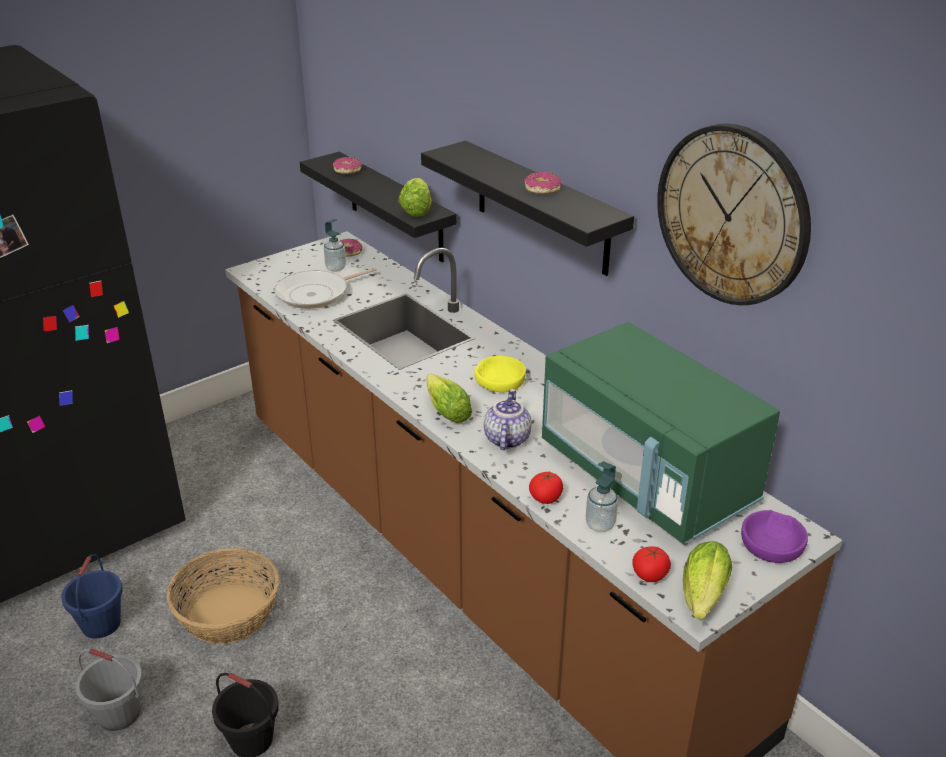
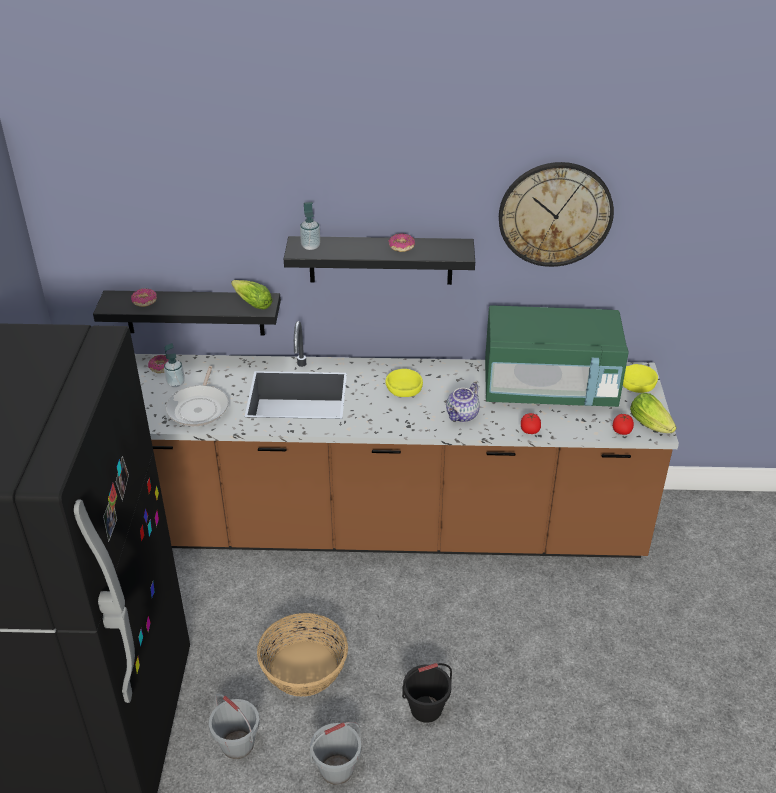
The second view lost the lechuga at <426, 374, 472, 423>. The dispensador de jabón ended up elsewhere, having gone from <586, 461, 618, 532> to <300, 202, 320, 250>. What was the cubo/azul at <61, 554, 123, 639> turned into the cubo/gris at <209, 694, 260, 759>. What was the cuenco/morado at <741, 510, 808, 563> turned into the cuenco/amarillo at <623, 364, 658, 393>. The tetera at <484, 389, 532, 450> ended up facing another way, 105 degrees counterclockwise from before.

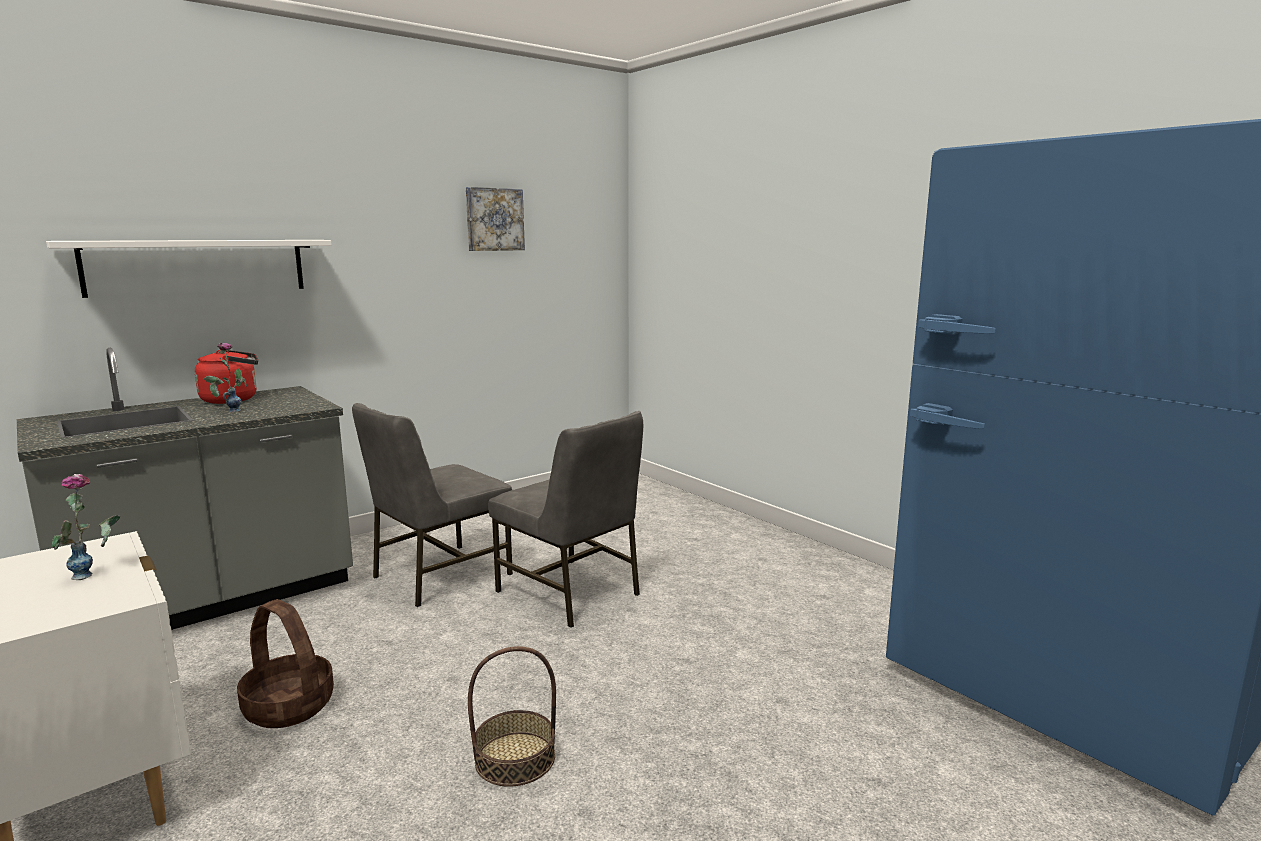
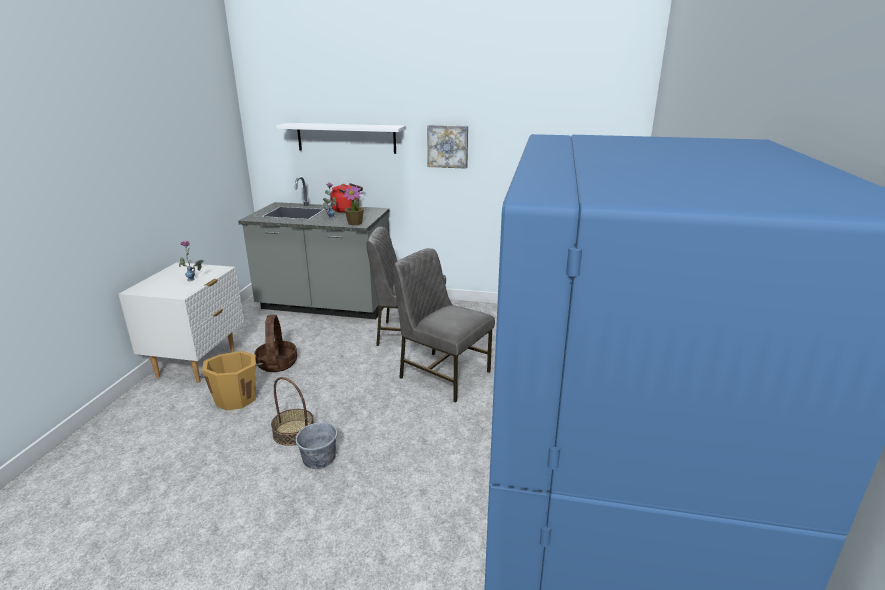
The second view gained the cubo/naranja at <198, 351, 263, 411>. The second view gained the cubo/gris at <295, 415, 338, 469>. The second view gained the planta en maceta at <343, 186, 364, 225>. The cuadro ended up elsewhere, having gone from <466, 187, 525, 251> to <427, 125, 468, 169>. The silla/gris at <488, 411, 643, 628> ended up facing another way, 120 degrees clockwise from before.

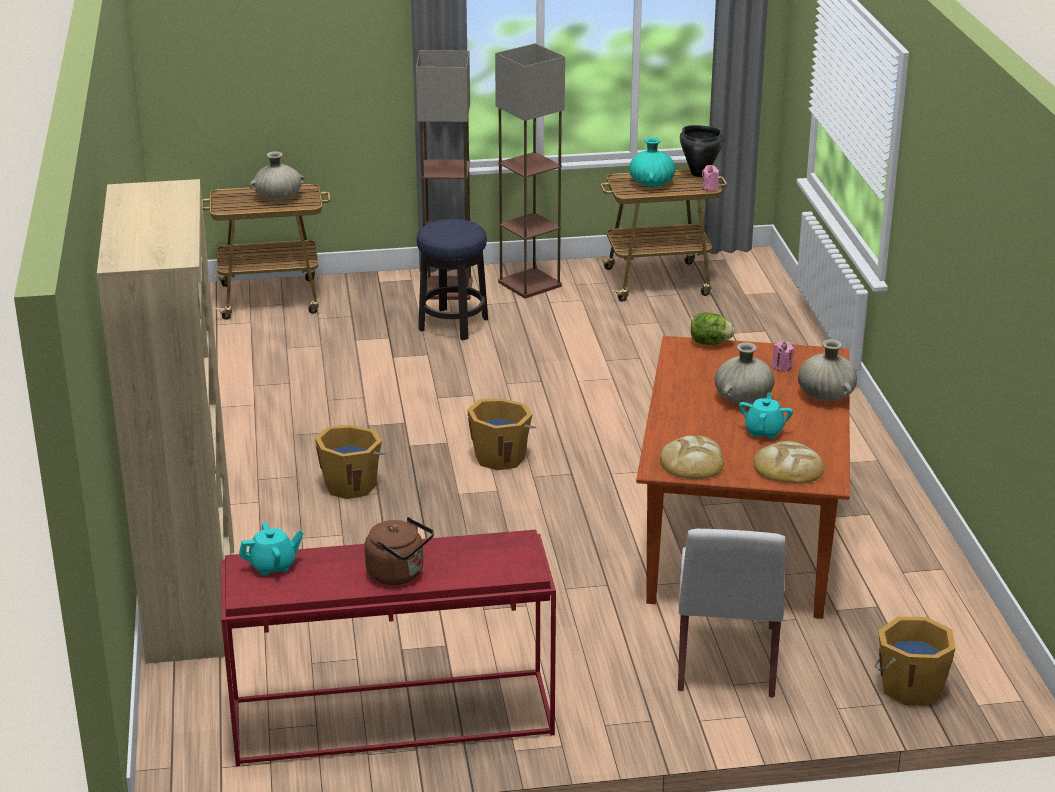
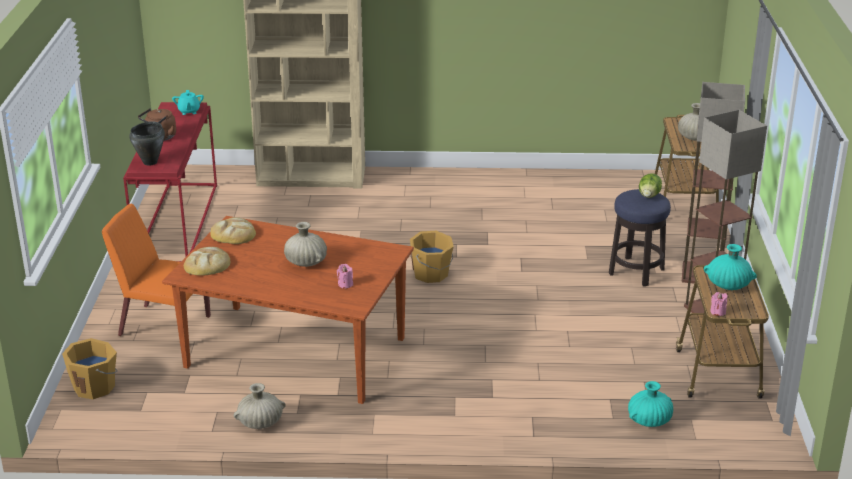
The second view lost the cubo/naranja at <315, 425, 386, 499>. The second view lost the tetera/turquesa at <739, 393, 793, 439>. The second view gained the florero/turquesa at <628, 381, 673, 427>. The olla/negro ended up elsewhere, having gone from <680, 125, 724, 177> to <130, 121, 165, 165>. The lechuga ended up elsewhere, having gone from <691, 312, 735, 345> to <639, 173, 662, 198>. The florero/beis ended up elsewhere, having gone from <798, 339, 857, 401> to <233, 383, 286, 429>. What was the silla/blanco at <678, 529, 786, 698> turned into the silla/naranja at <102, 204, 211, 336>.

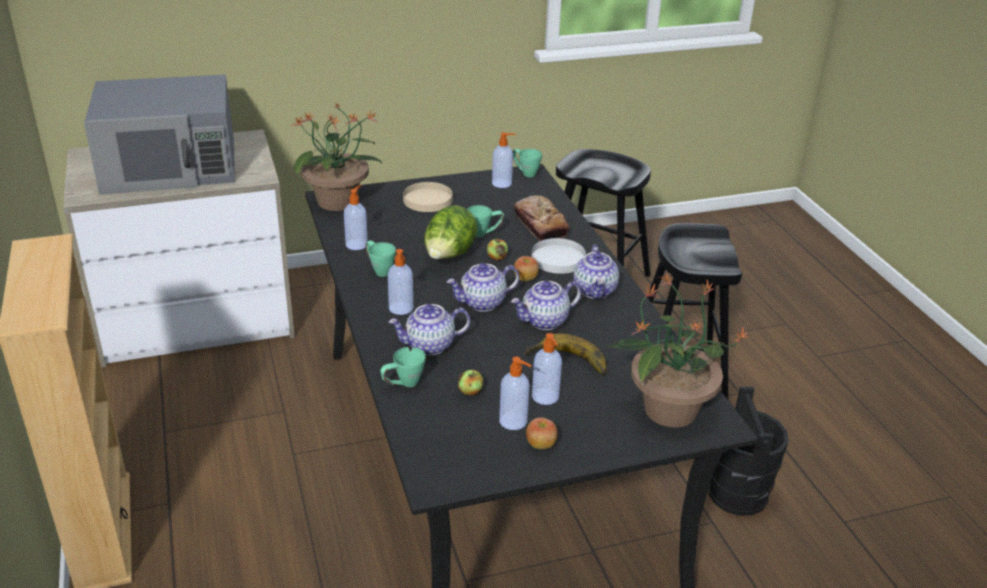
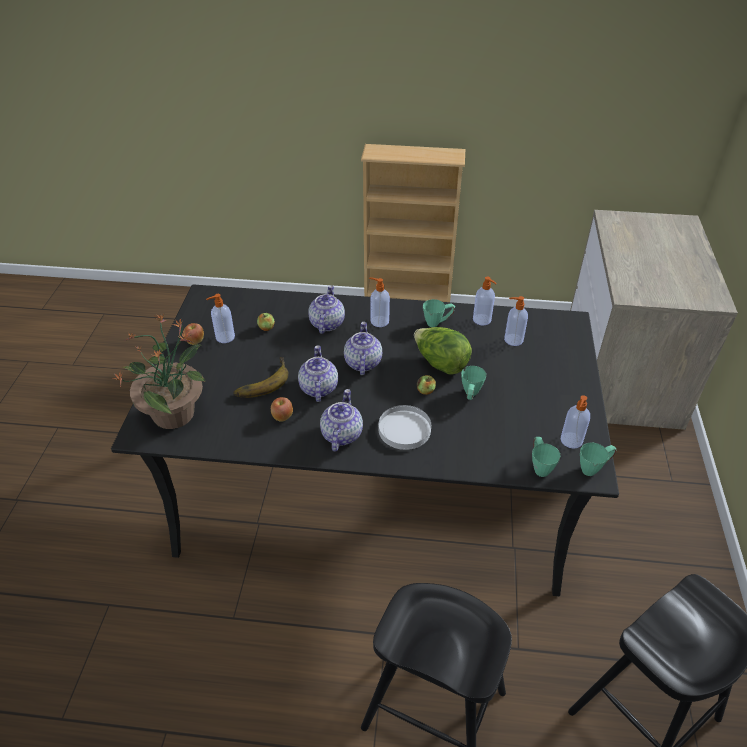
The second view lost the microondas/gris at <84, 74, 235, 195>. The second view lost the planta en maceta at <290, 102, 383, 211>. The second view lost the plato/beis at <403, 182, 453, 212>. The second view lost the pan at <513, 195, 570, 241>. The second view lost the cubo/negro at <709, 387, 788, 516>. The taza grande/verde ended up elsewhere, having gone from <380, 347, 426, 387> to <532, 437, 561, 477>. The manzana ended up elsewhere, having gone from <514, 256, 539, 282> to <271, 397, 293, 422>. The dispensador de jabón ended up elsewhere, having gone from <532, 333, 562, 405> to <504, 296, 528, 346>. The tetera at <573, 245, 619, 299> ended up facing another way, 75 degrees clockwise from before.

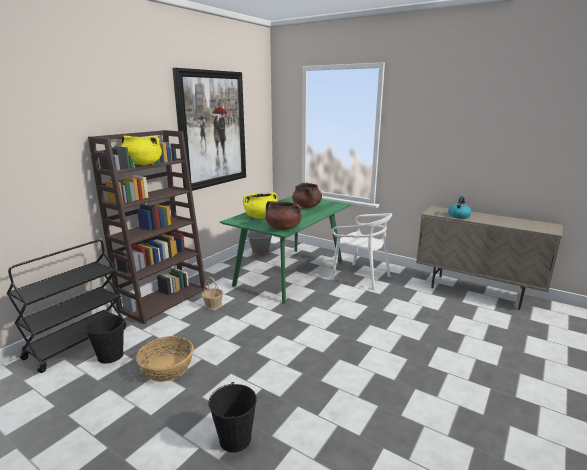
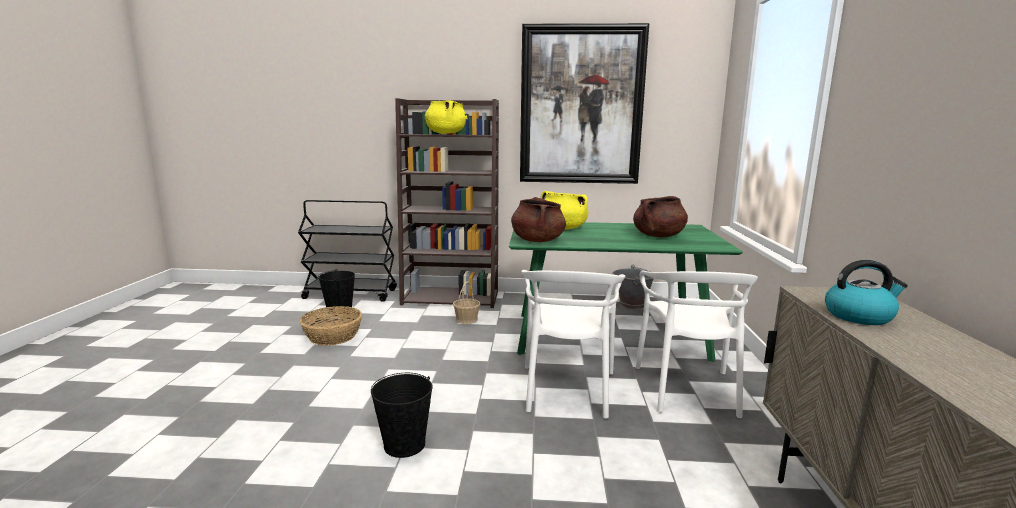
The second view gained the silla/blanco at <521, 270, 625, 419>. The cubo/negro ended up elsewhere, having gone from <208, 382, 257, 453> to <371, 373, 433, 458>.

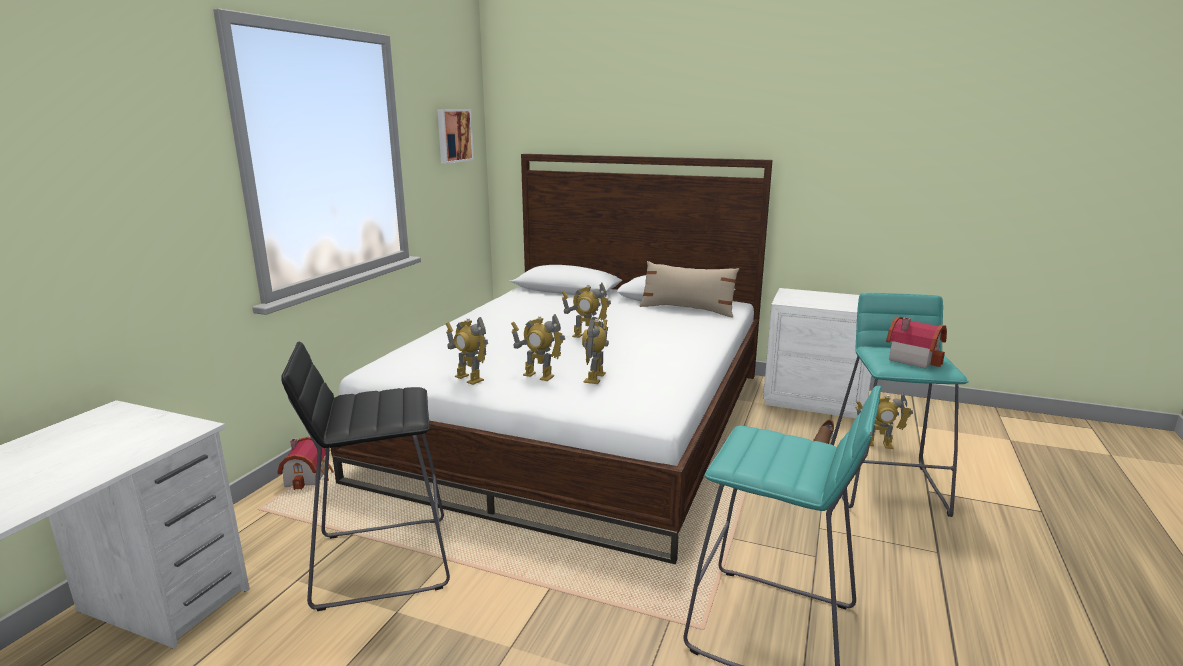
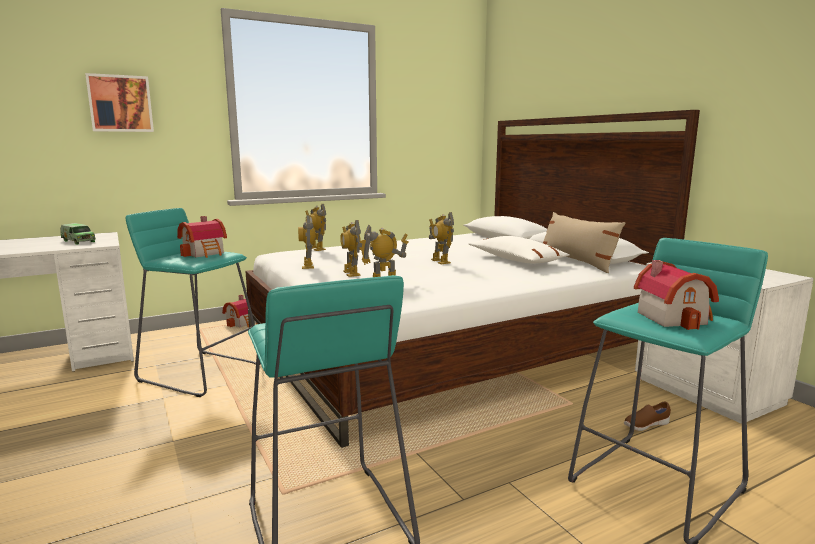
The second view gained the camión de juguete at <60, 223, 96, 244>. The second view gained the casita at <177, 216, 227, 258>. The second view gained the cojín/blanco at <469, 236, 570, 263>. The cuadro ended up elsewhere, having gone from <437, 109, 474, 164> to <85, 73, 154, 132>. The robot de juguete ended up elsewhere, having gone from <855, 393, 913, 449> to <305, 204, 326, 251>. What was the taburete/negro at <281, 342, 450, 611> turned into the taburete/turquesa at <126, 208, 261, 397>.

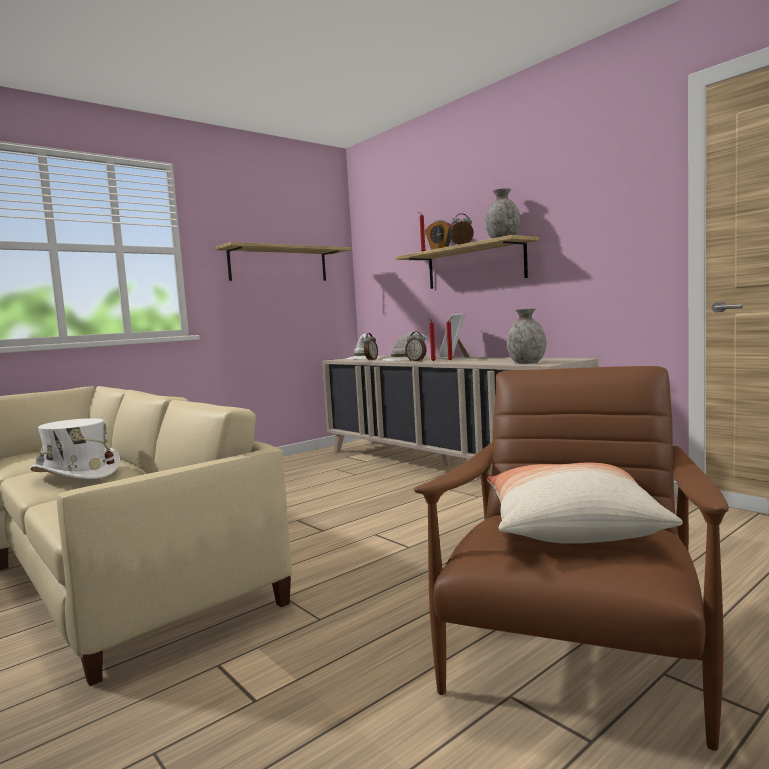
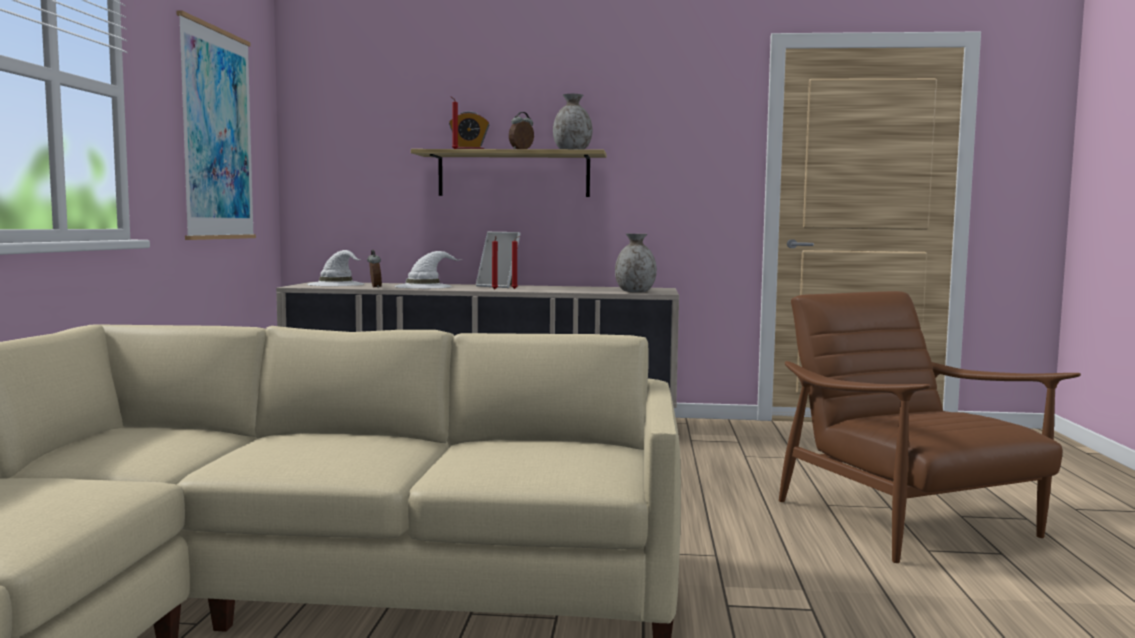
The second view lost the sombrero/blanco at <30, 418, 120, 479>. The second view lost the despertador at <405, 331, 427, 361>. The second view lost the cojín at <487, 463, 683, 544>. Where the estante hung at <215, 242, 351, 281>, the cuadro came to hang at <177, 11, 256, 240>.

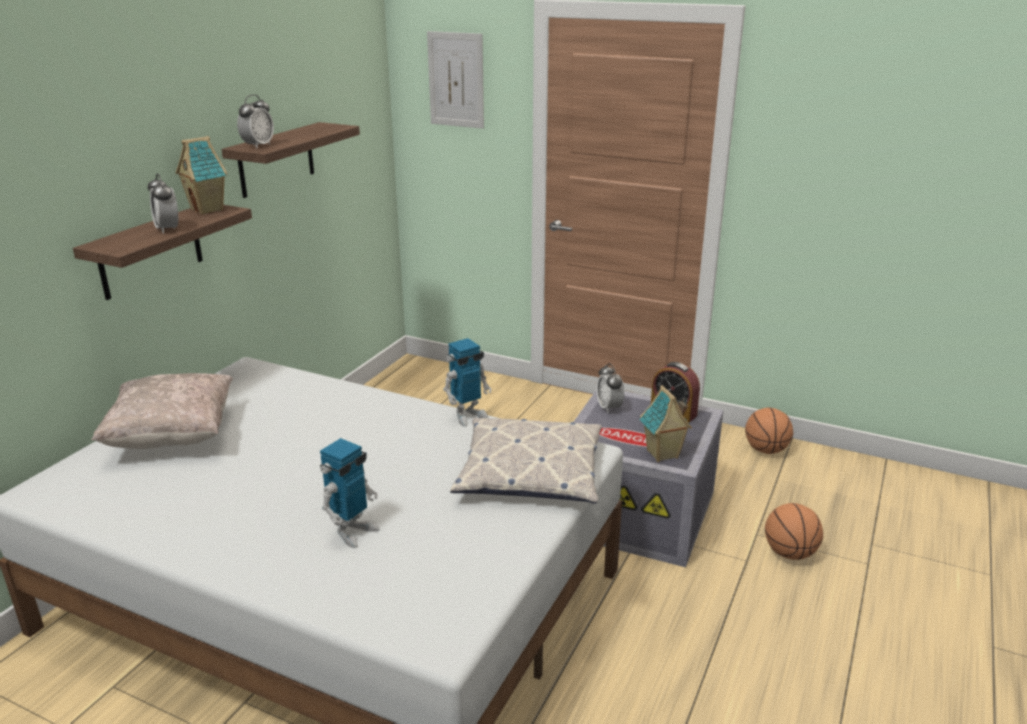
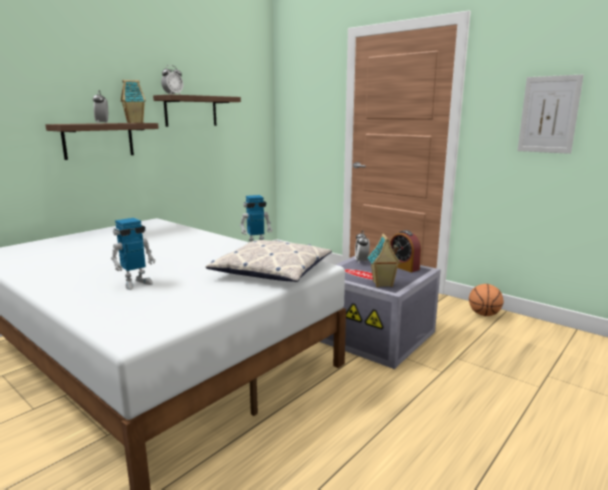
The second view lost the cojín/beis at <91, 373, 233, 449>. The second view lost the balón de baloncesto at <765, 503, 823, 560>. The cuadro ended up elsewhere, having gone from <427, 31, 484, 129> to <517, 74, 584, 154>.

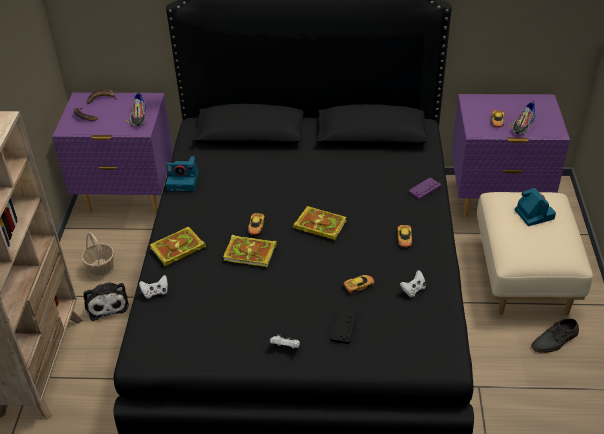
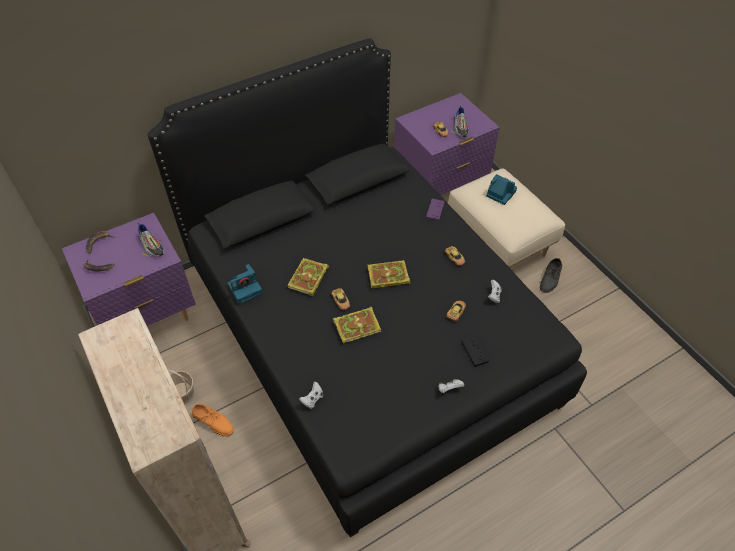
The libro ended up elsewhere, having gone from <150, 227, 206, 266> to <287, 258, 329, 296>. Where the peluche stood at <83, 283, 129, 321>, the zapato/naranja came to stand at <192, 404, 234, 437>.

